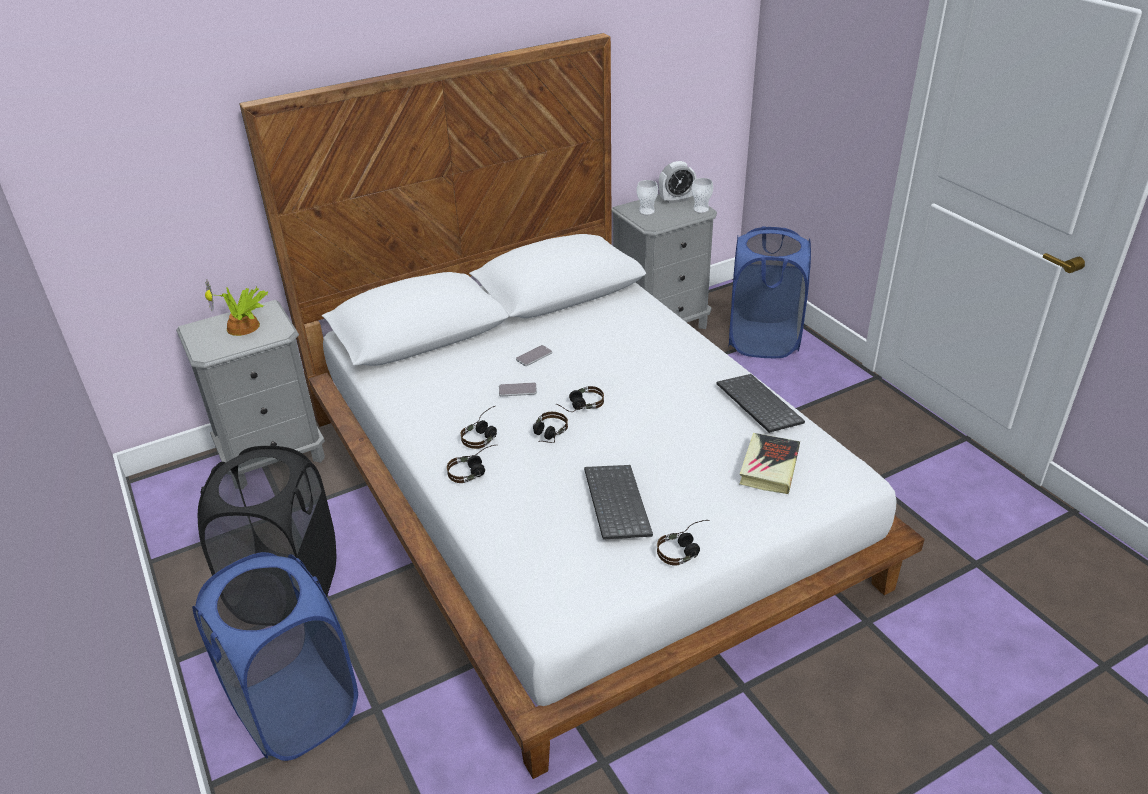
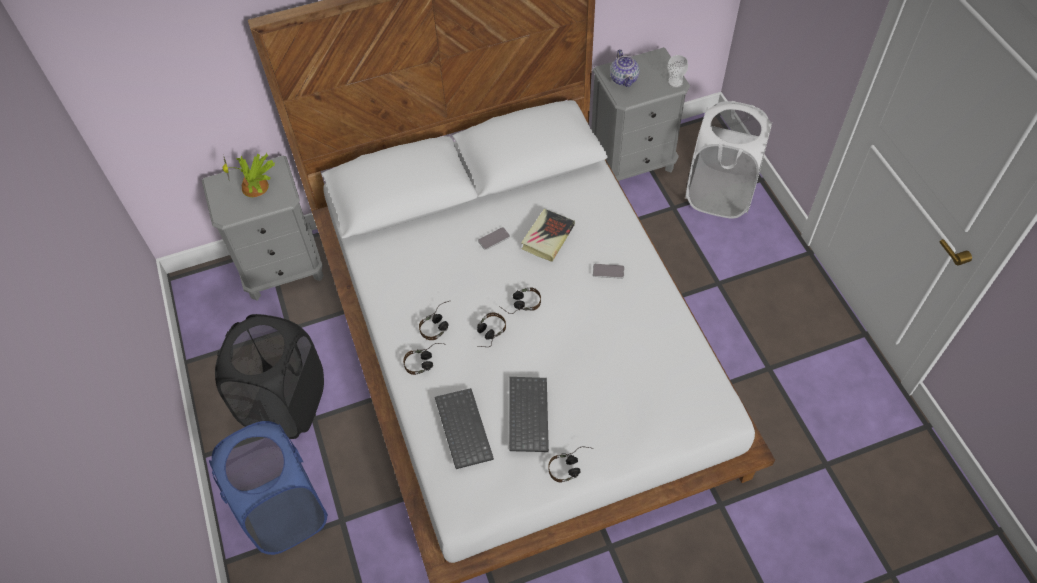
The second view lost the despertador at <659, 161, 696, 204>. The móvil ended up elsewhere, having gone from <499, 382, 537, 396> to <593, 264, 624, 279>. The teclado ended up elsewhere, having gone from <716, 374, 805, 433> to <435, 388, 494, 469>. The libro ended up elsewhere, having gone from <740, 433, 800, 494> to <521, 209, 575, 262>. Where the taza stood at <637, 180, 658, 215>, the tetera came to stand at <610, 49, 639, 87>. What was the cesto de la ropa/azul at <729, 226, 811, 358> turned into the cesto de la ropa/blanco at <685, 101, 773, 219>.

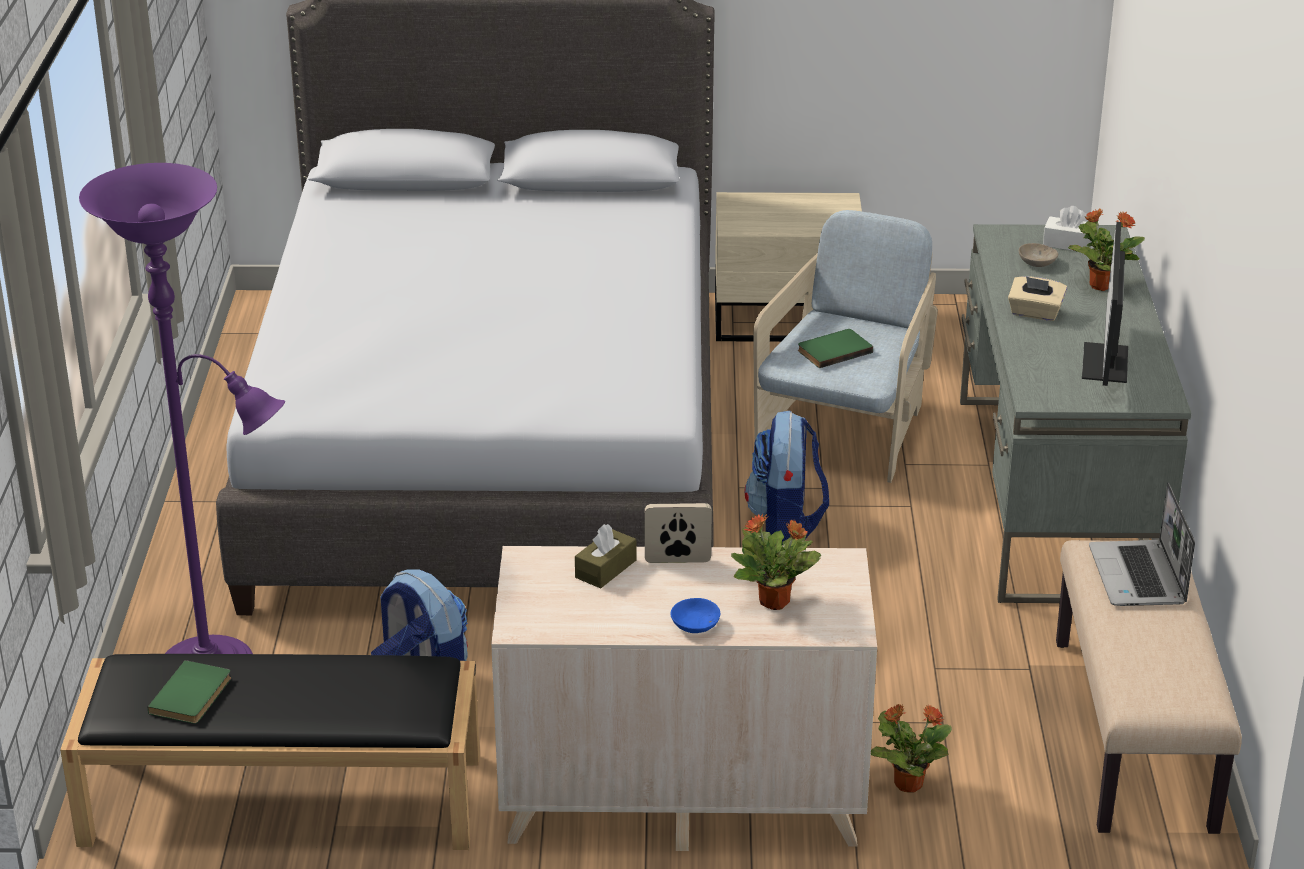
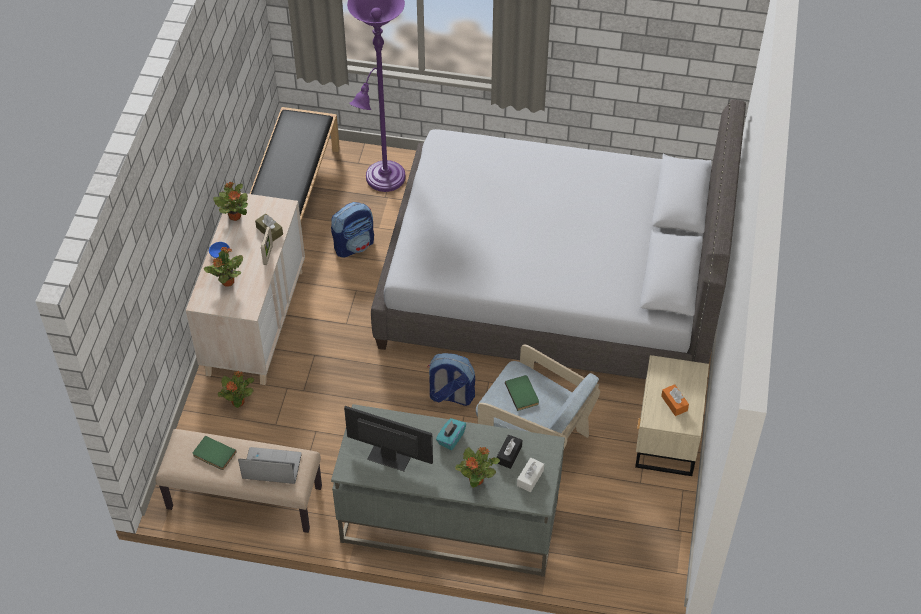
The second view gained the planta en maceta at <213, 182, 248, 221>. The second view gained the caja de pañuelos/naranja at <661, 384, 689, 416>. The libro/verde ended up elsewhere, having gone from <148, 660, 231, 724> to <193, 436, 236, 470>. Where the cuenco/beis stood at <1019, 243, 1058, 267>, the caja de pañuelos/negro came to stand at <497, 435, 522, 469>. What was the caja de pañuelos/beis at <1008, 276, 1067, 321> turned into the caja de pañuelos/turquesa at <436, 418, 466, 450>.

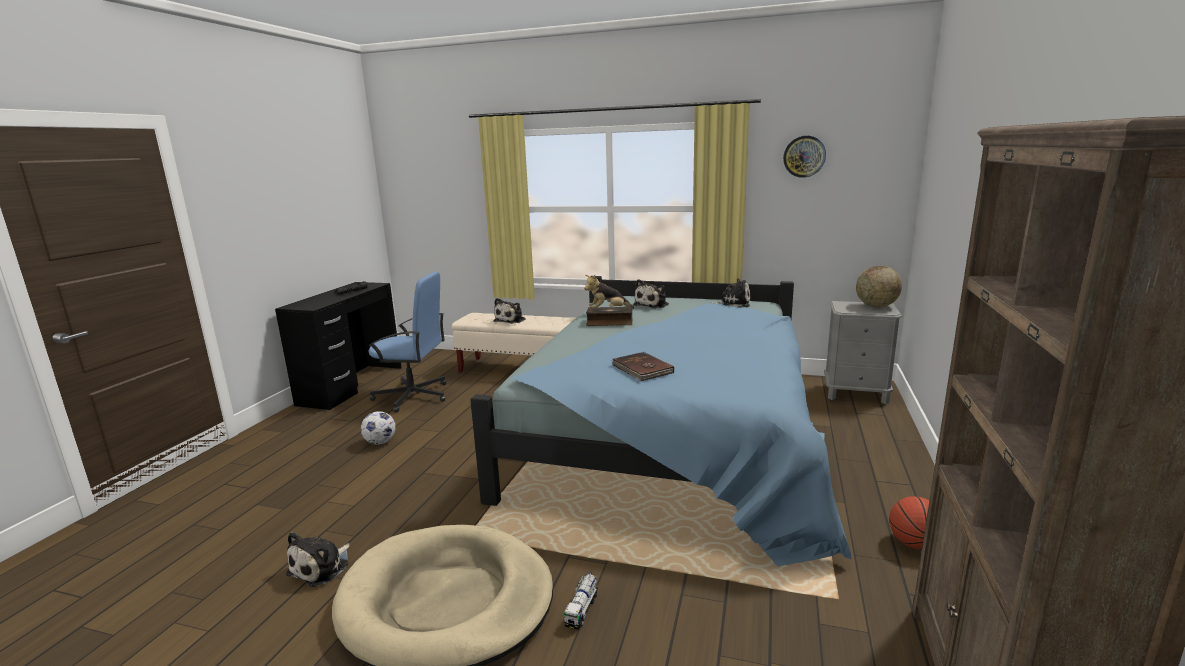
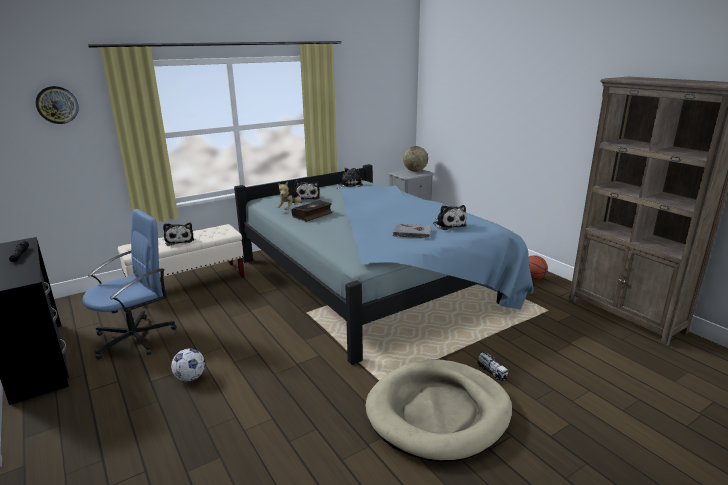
The peluche ended up elsewhere, having gone from <286, 532, 350, 587> to <433, 205, 467, 230>. The reloj de pared ended up elsewhere, having gone from <783, 136, 826, 178> to <35, 86, 79, 124>. What was the libro/marrón at <612, 352, 674, 381> turned into the libro/gris at <393, 223, 432, 238>.

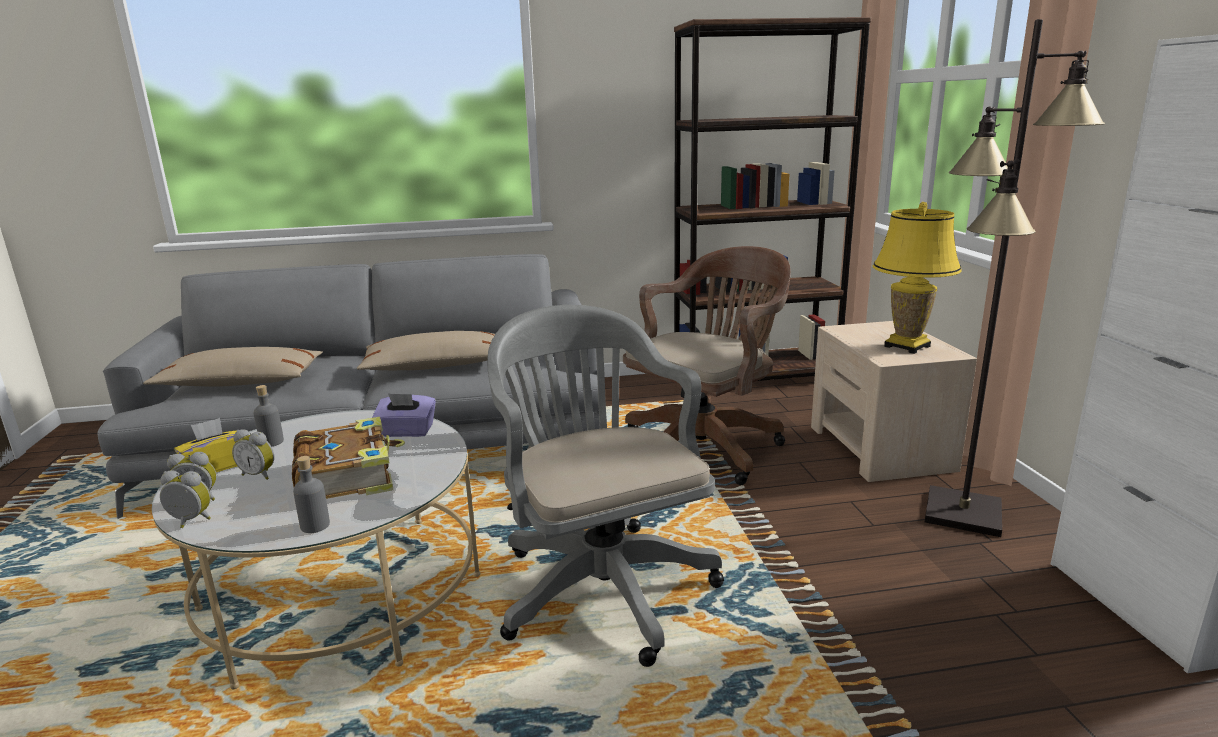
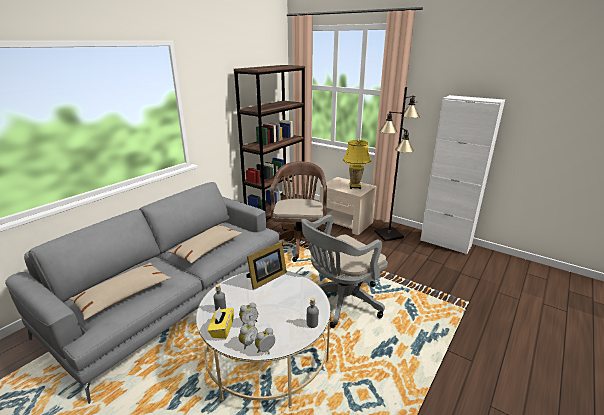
The second view lost the libro at <292, 417, 405, 499>. Where the caja de pañuelos/morado stood at <372, 393, 436, 437>, the portarretratos came to stand at <247, 241, 287, 290>. The silla de oficina/gris at <488, 305, 724, 667> ended up facing another way, 60 degrees counterclockwise from before.

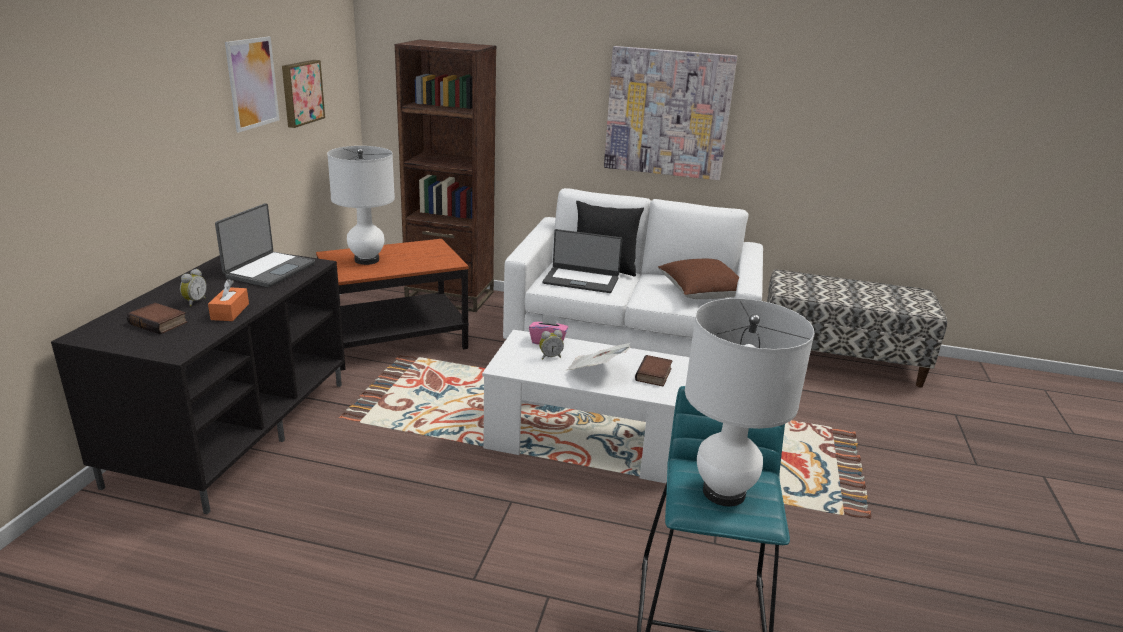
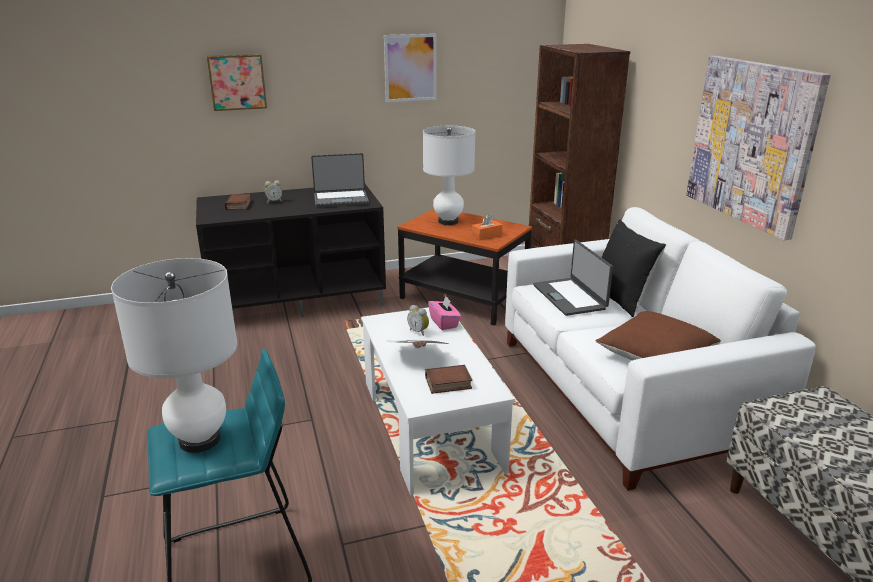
The caja de pañuelos/naranja ended up elsewhere, having gone from <208, 279, 249, 321> to <472, 214, 502, 240>. The cuadro ended up elsewhere, having gone from <282, 60, 325, 128> to <207, 54, 267, 111>.

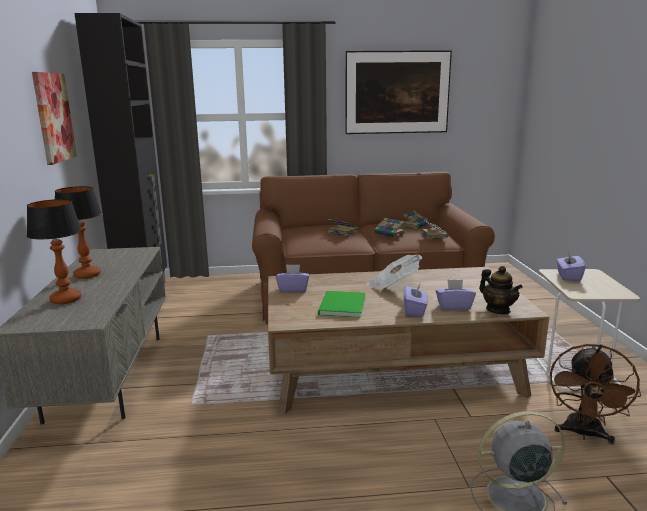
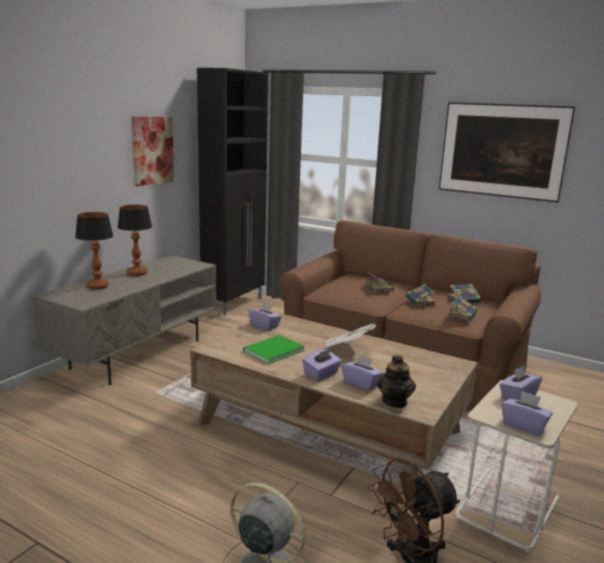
The second view gained the caja de pañuelos/morado at <502, 391, 553, 436>.

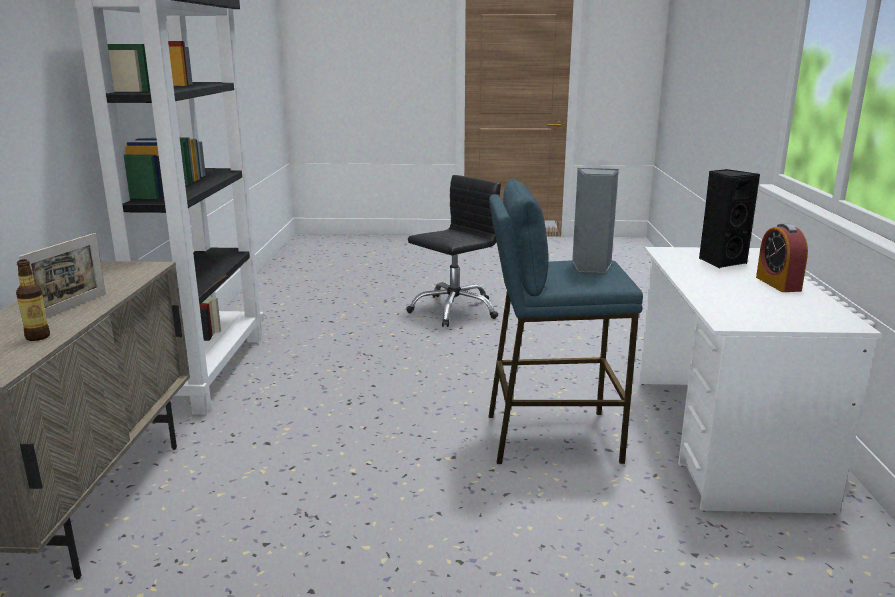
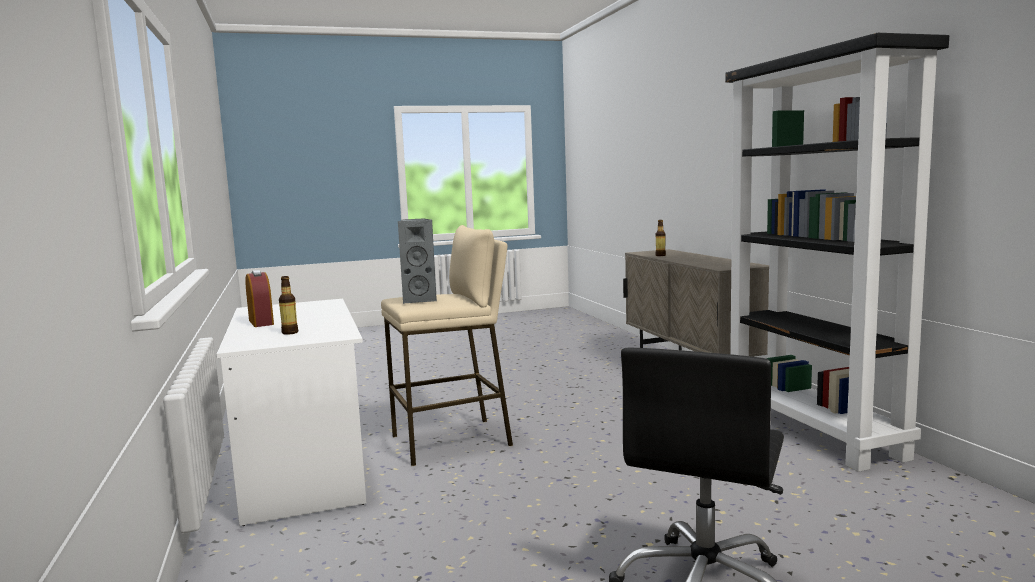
The second view lost the portarretratos at <19, 233, 106, 318>. Where the altavoz/negro stood at <699, 169, 760, 268>, the botella came to stand at <279, 276, 298, 335>. What was the taburete/azul at <489, 179, 643, 464> turned into the taburete/beis at <381, 225, 513, 466>.

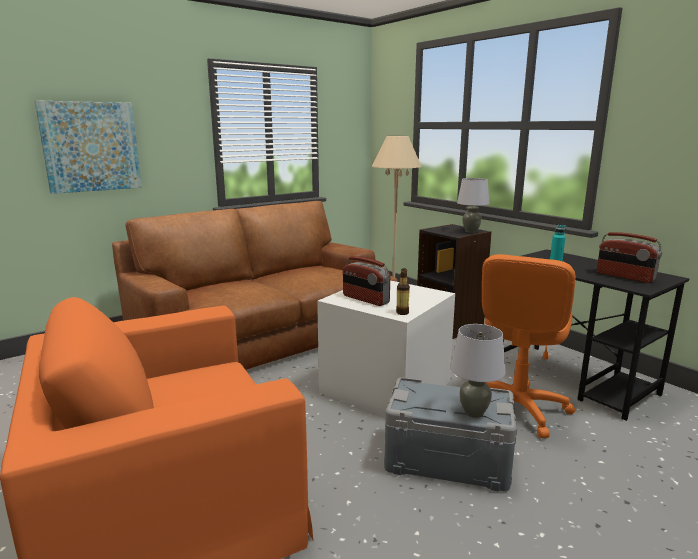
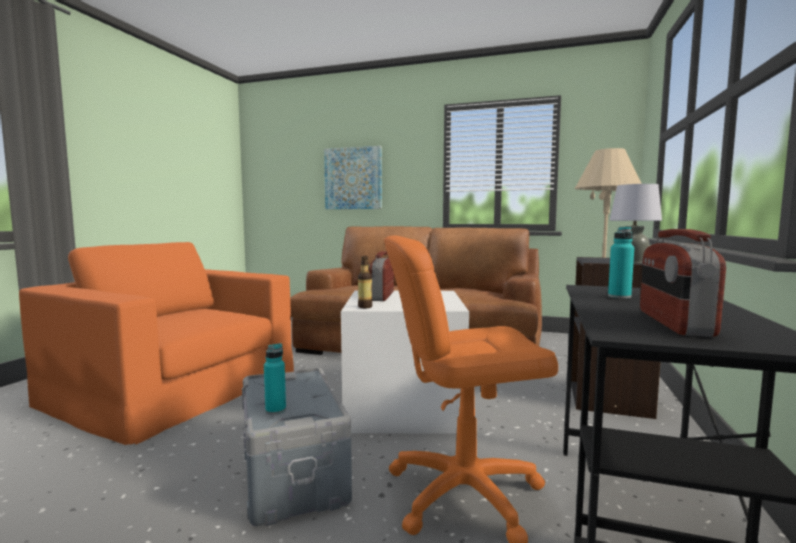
Where the lámpara de mesa/gris stood at <450, 324, 506, 418>, the botella/turquesa came to stand at <264, 343, 286, 415>.

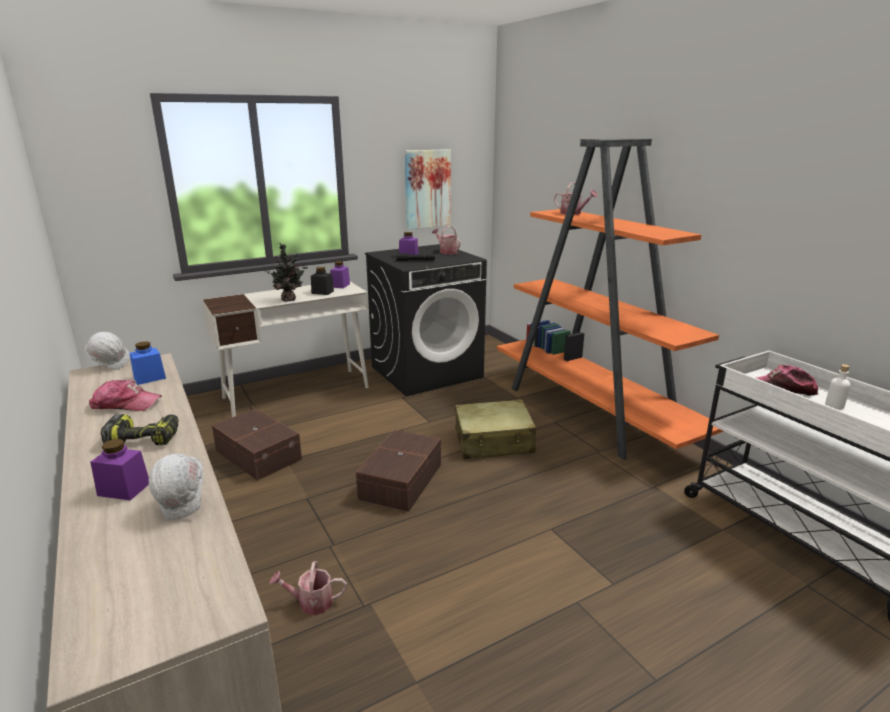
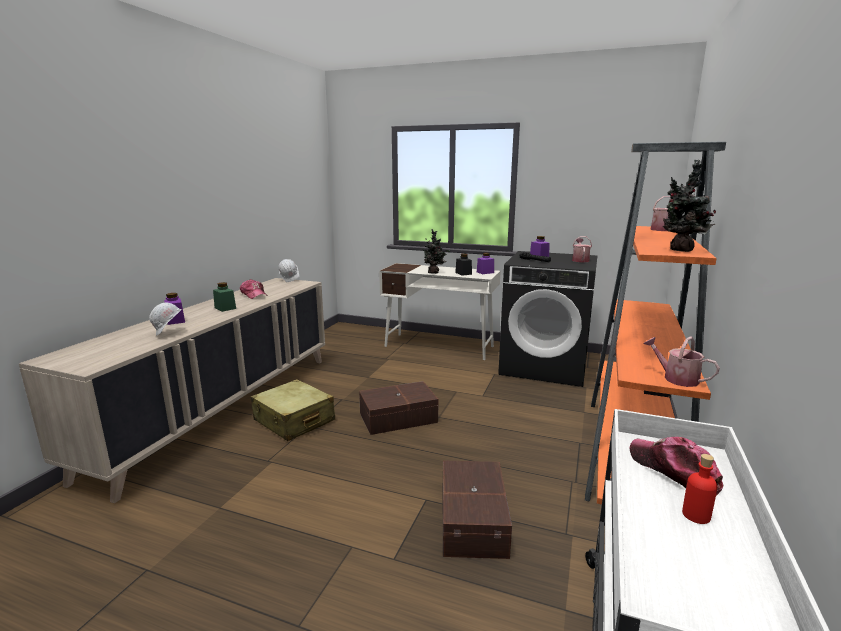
The second view lost the tarro/azul at <130, 341, 166, 385>. The second view lost the cuadro at <404, 149, 451, 229>. The second view gained the planta en maceta at <663, 160, 716, 252>. The caja de almacenaje/marrón ended up elsewhere, having gone from <212, 409, 302, 481> to <443, 460, 512, 559>. The regadera ended up elsewhere, having gone from <270, 561, 347, 615> to <643, 336, 720, 387>. The maleta/beis ended up elsewhere, having gone from <455, 399, 537, 459> to <250, 379, 335, 441>. Where the taladro stood at <101, 414, 179, 445>, the tarro/verde came to stand at <213, 282, 236, 312>. What was the botella/blanco at <825, 364, 851, 409> turned into the botella/rojo at <682, 454, 717, 524>.

